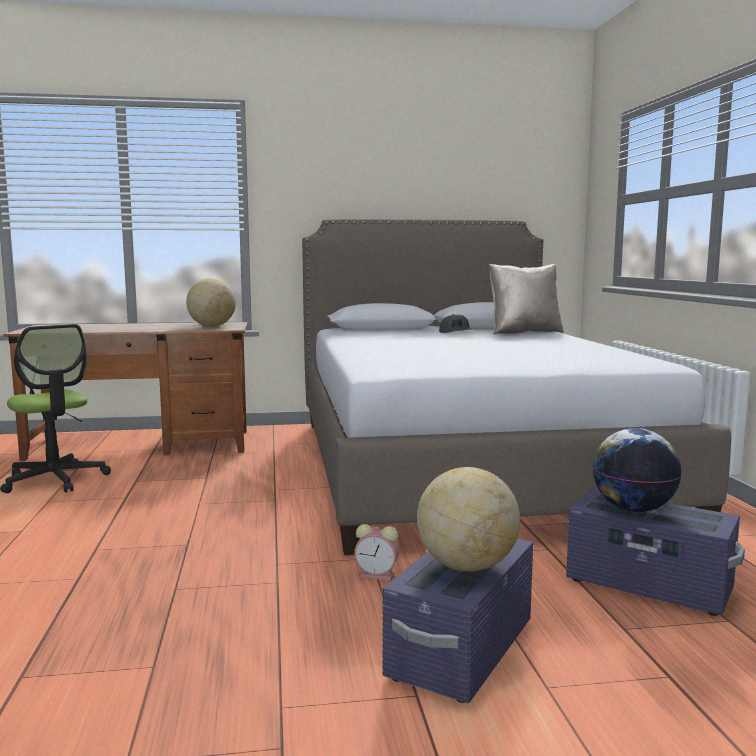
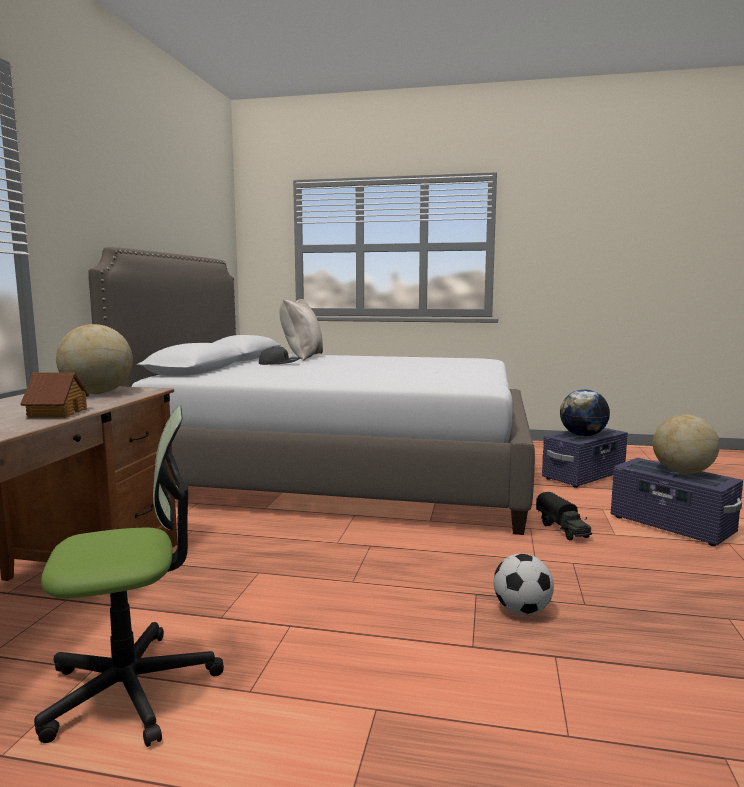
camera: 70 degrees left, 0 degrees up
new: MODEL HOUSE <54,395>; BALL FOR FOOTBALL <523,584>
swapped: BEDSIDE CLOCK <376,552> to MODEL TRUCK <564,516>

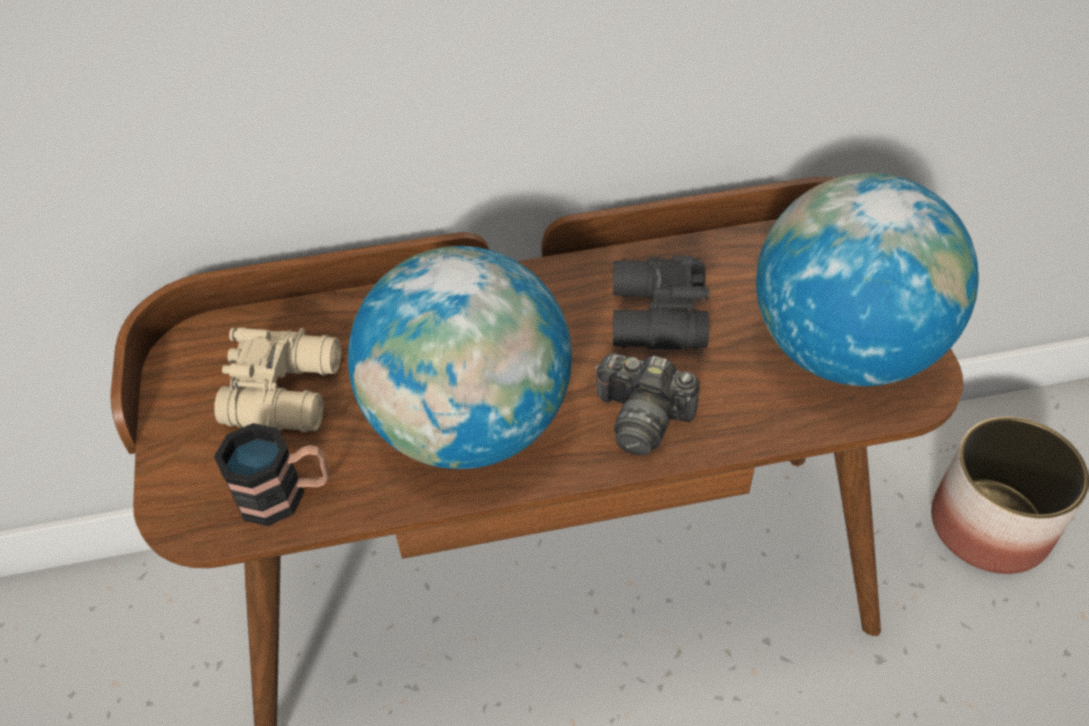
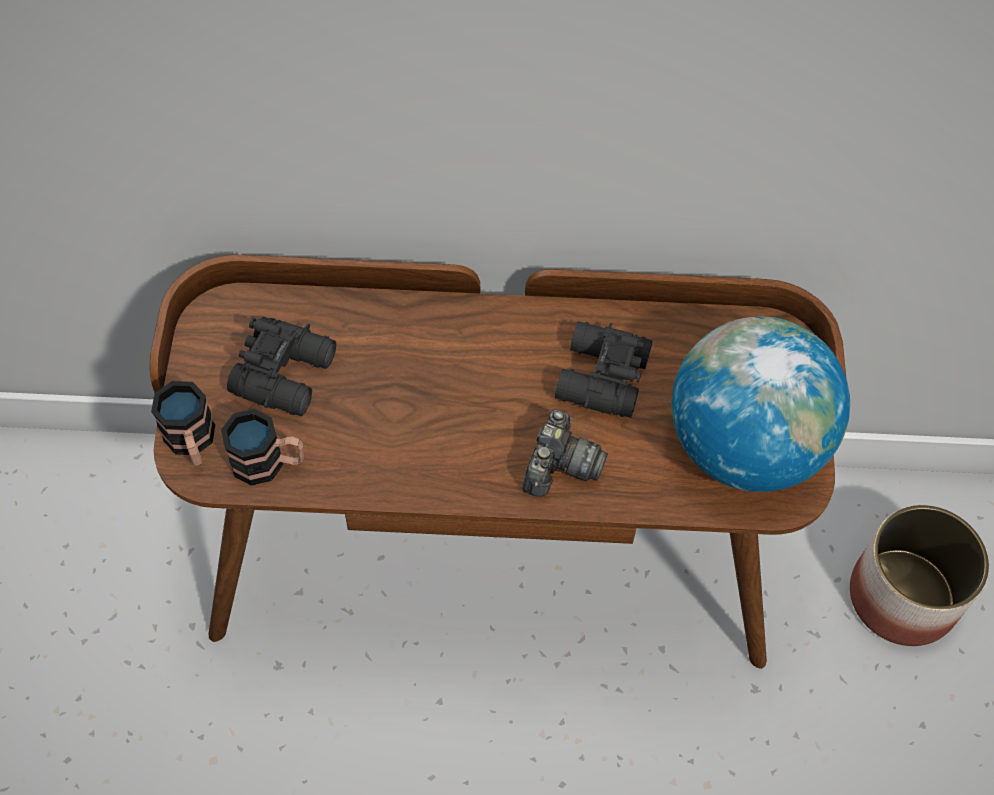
camera: 10 degrees right, 10 degrees up
gone: DESK GLOBE <460,357>
new: TEA MUG <183,423>
repainted: BEIGE-COLOURED PAIR OF BINOCULARS <277,379> to BLACK PAIR OF BINOCULARS <281,366>
rotated: STILL CAMERA <647,404> = <565,453> 105 degrees counterclockwise

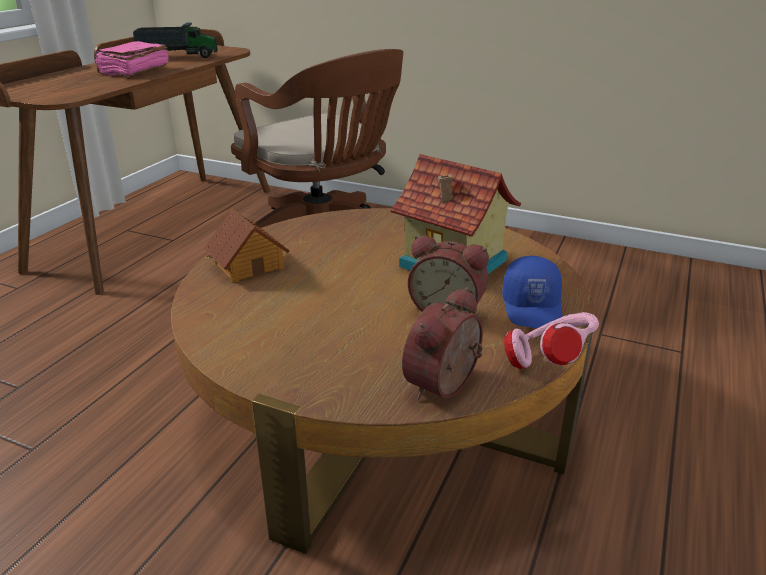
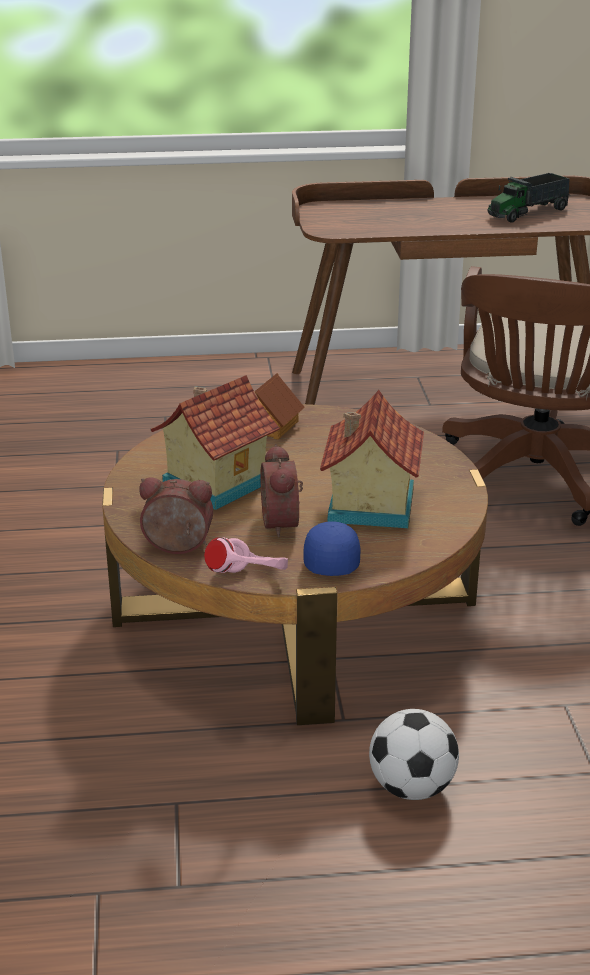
camera: 60 degrees right, 0 degrees up
gone: PINKISH VOLUME <131,59>
new: MODEL HOUSE <215,442>; BALL FOR FOOTBALL <414,754>
rotated: BLUE PEAKED CAP <532,292> = <332,548> 120 degrees clockwise; MODEL TRUCK <175,40> = <528,198> 90 degrees clockwise

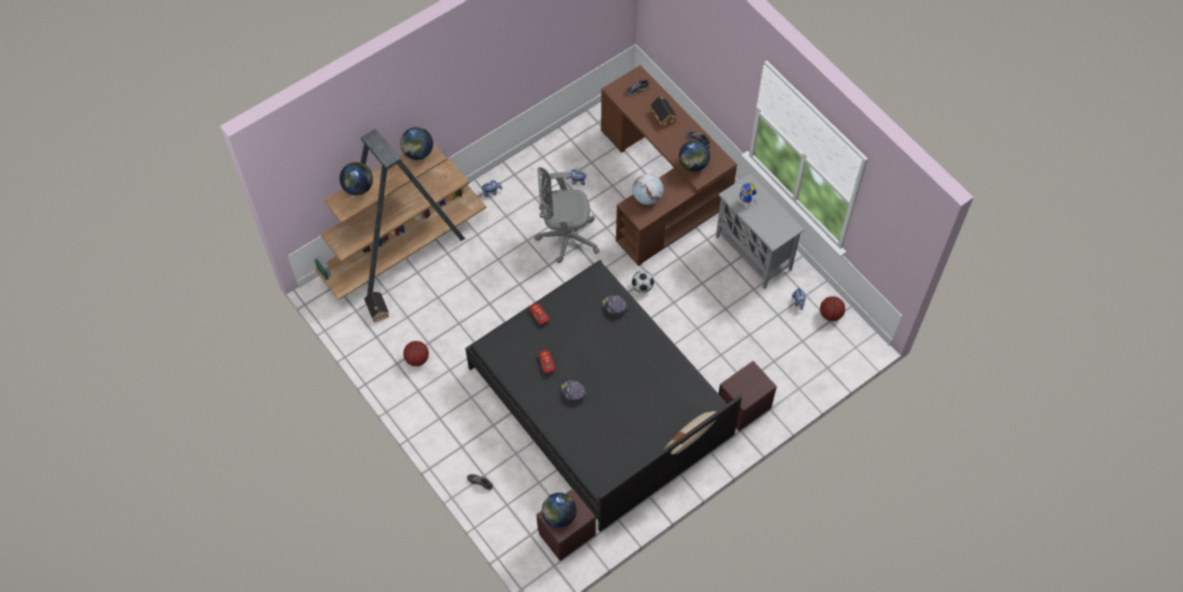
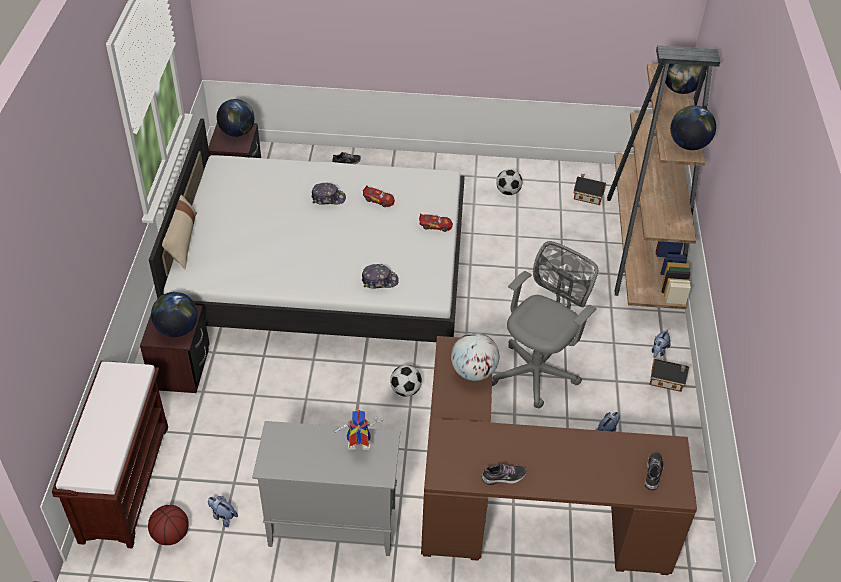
camera: 130 degrees right, 15 degrees down
new: BROWN-COLOURED BENCH <110,455>
shifted: DESK GLOBE <694,155> to <174,314>; MODEL HOUSE <663,112> to <669,375>
swapped: BASKETBALL BALL <416,353> to BALL FOR FOOTBALL <509,182>
repainted: BLACK BED <603,396> to WHITE-COLOURED BED <307,230>

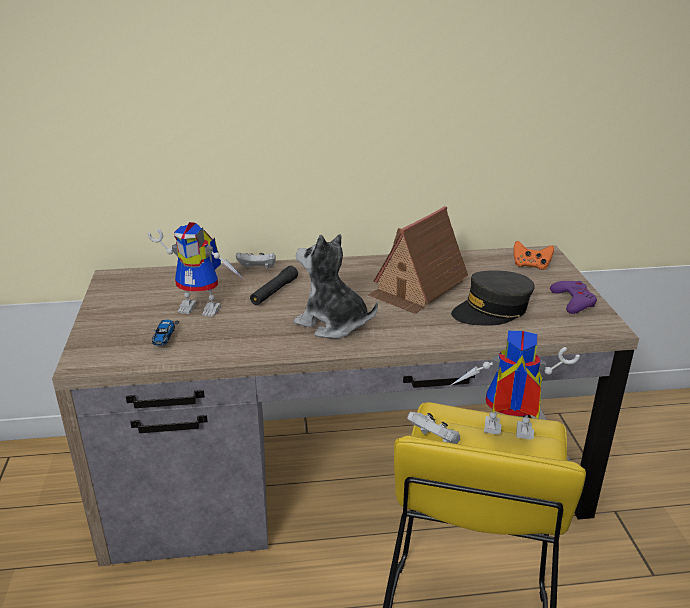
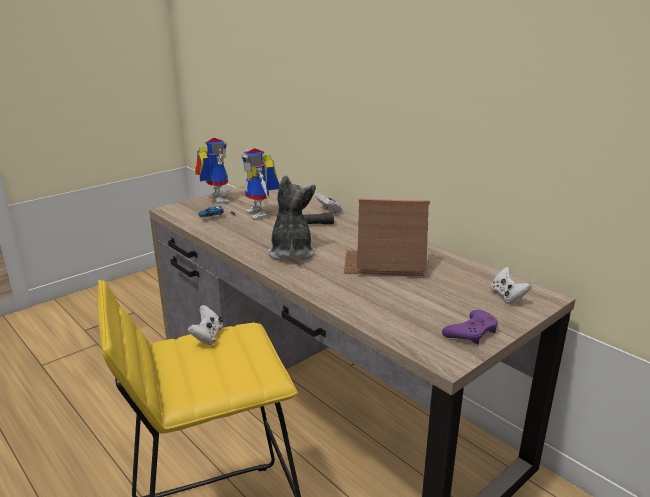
camera: 55 degrees right, 5 degrees down
gone: GREYISH PEAKED CAP <493,298>
shifted: ROBOT FIGURE <515,385> to <212,171>
repainted: ORANGE-COLOURED GAMEPAD <534,255> to WHITE-COLOURED GAMEPAD <511,285>

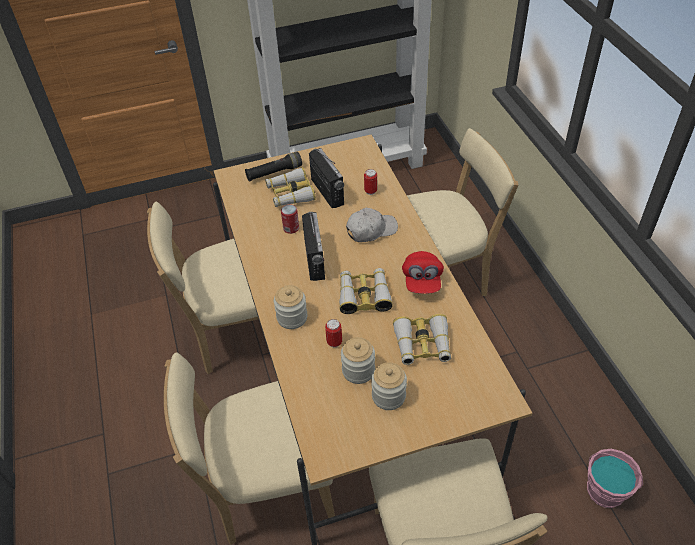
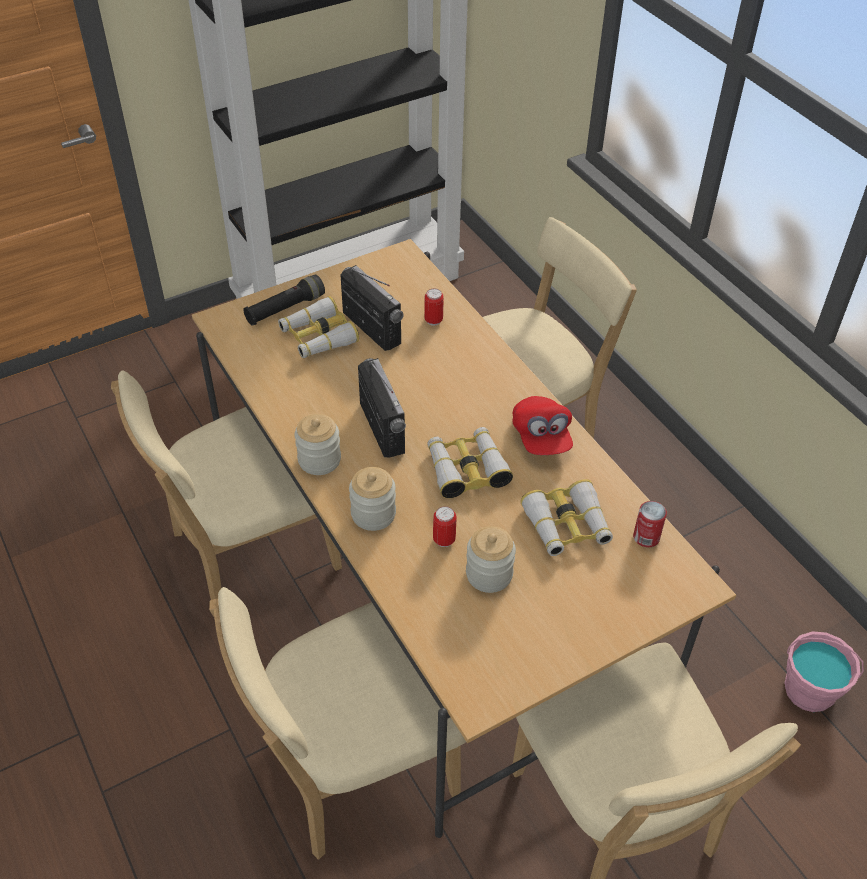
camera: 15 degrees left, 0 degrees up
gone: WHITE-COLOURED PEAKED CAP <372,225>
shifted: STORAGE JAR <389,386> to <318,444>; CAN <290,219> to <650,524>

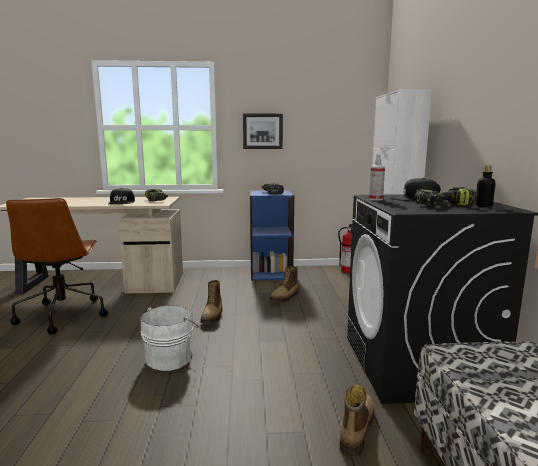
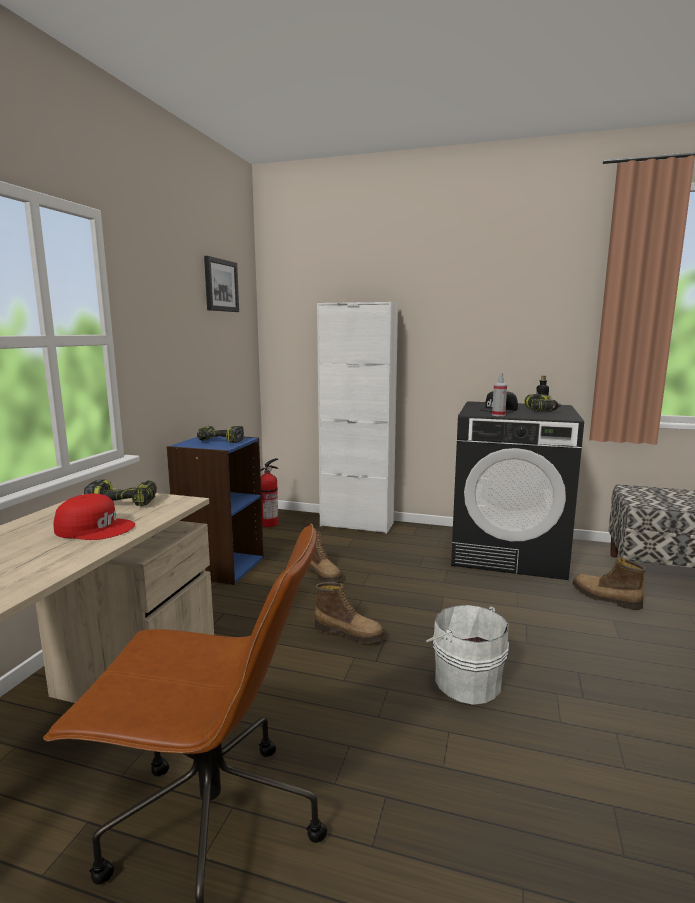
camera: 70 degrees left, 0 degrees up
shifted: WALL ART <263,131> to <221,284>
repainted: BLACK PEAKED CAP <122,196> to REDDISH PEAKED CAP <94,517>

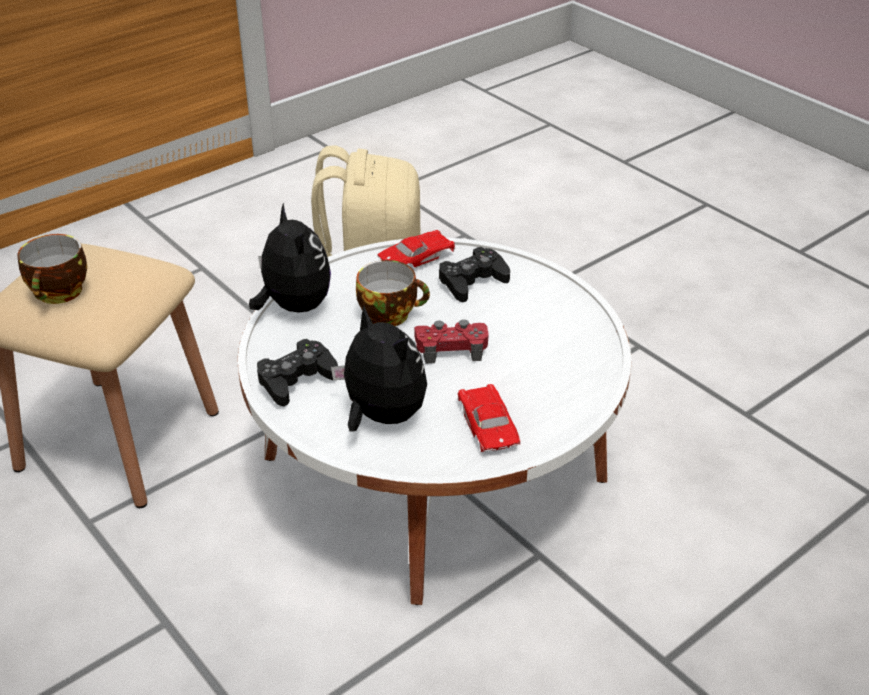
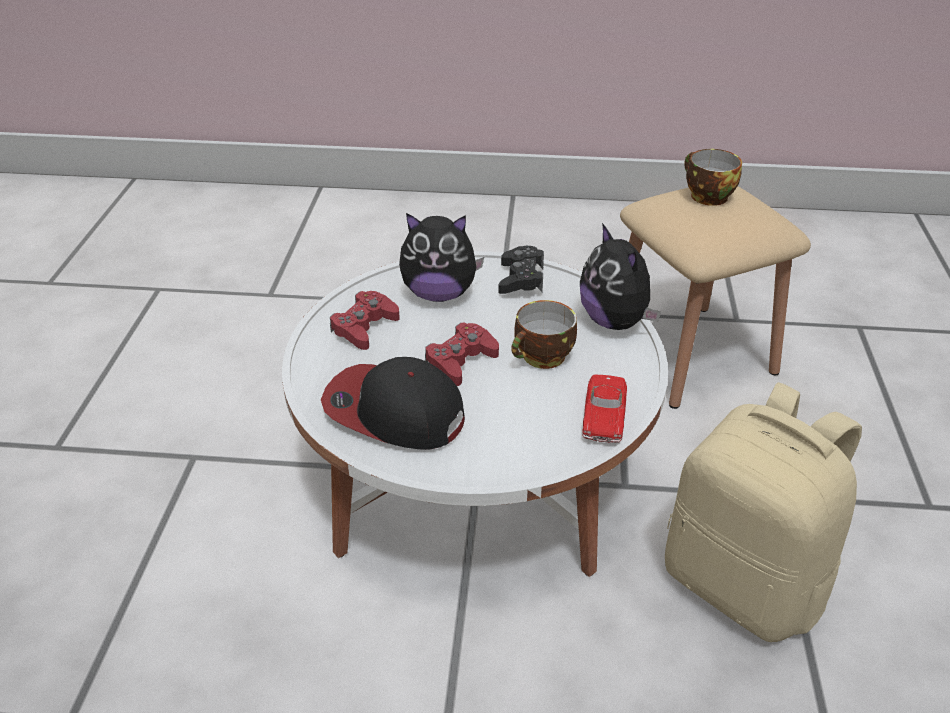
camera: 135 degrees right, 0 degrees up
gone: BLACK GAMEPAD <474,274>
new: PEAKED CAP <393,403>
swapped: REDDISH MODEL CAR <489,418> to REDDISH GAMEPAD <365,320>
rotated: CUDDLY TOY <290,258> = <620,276> 45 degrees clockwise

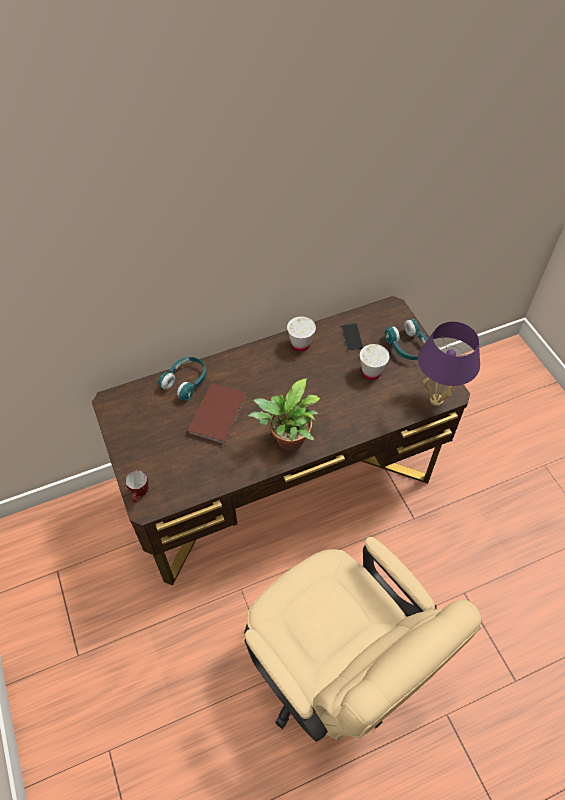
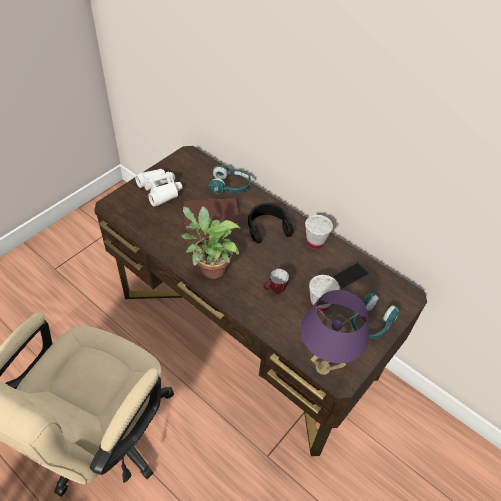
camera: 60 degrees right, 5 degrees down
new: WHITE-COLOURED PAIR OF BINOCULARS <159,188>; BLACK HEADSET <271,223>
shifted: TEA MUG <136,486> to <276,281>

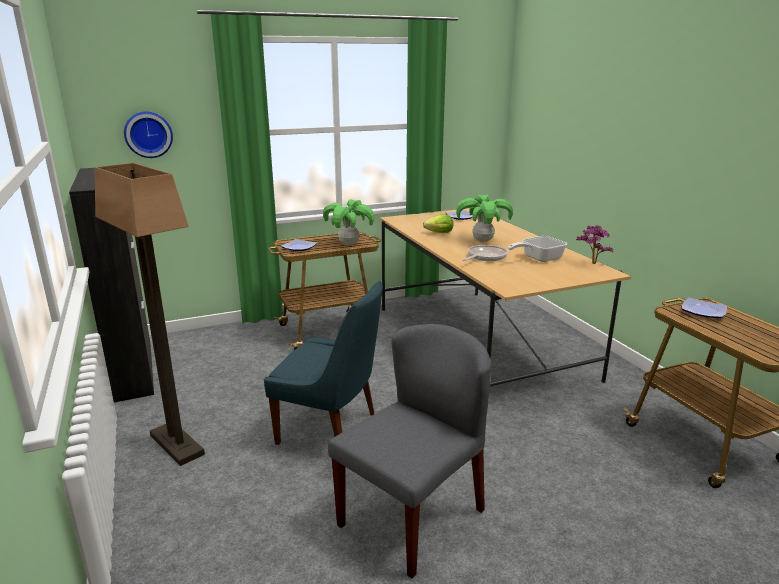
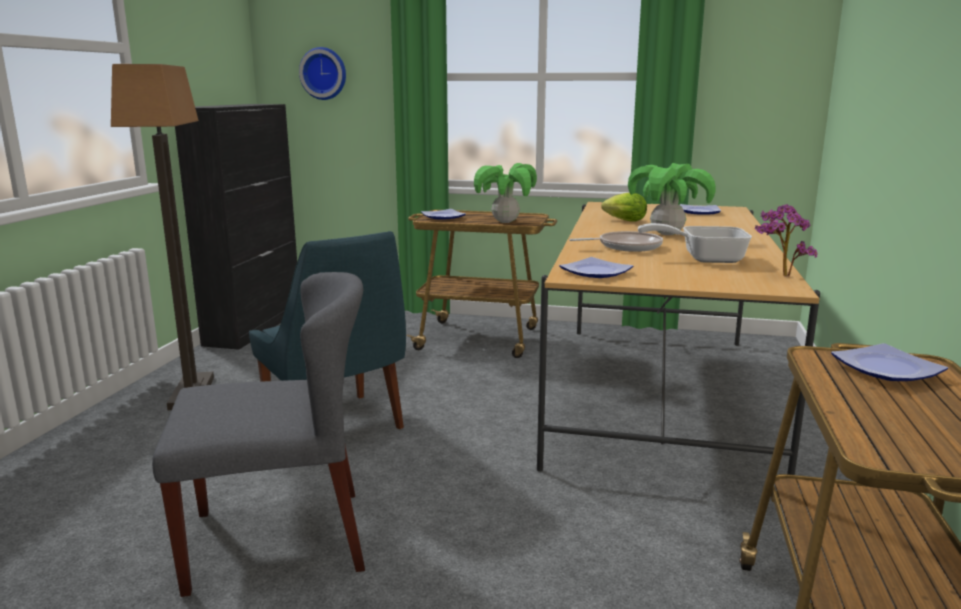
camera: 35 degrees right, 5 degrees down
new: FLAT DISH <596,267>

